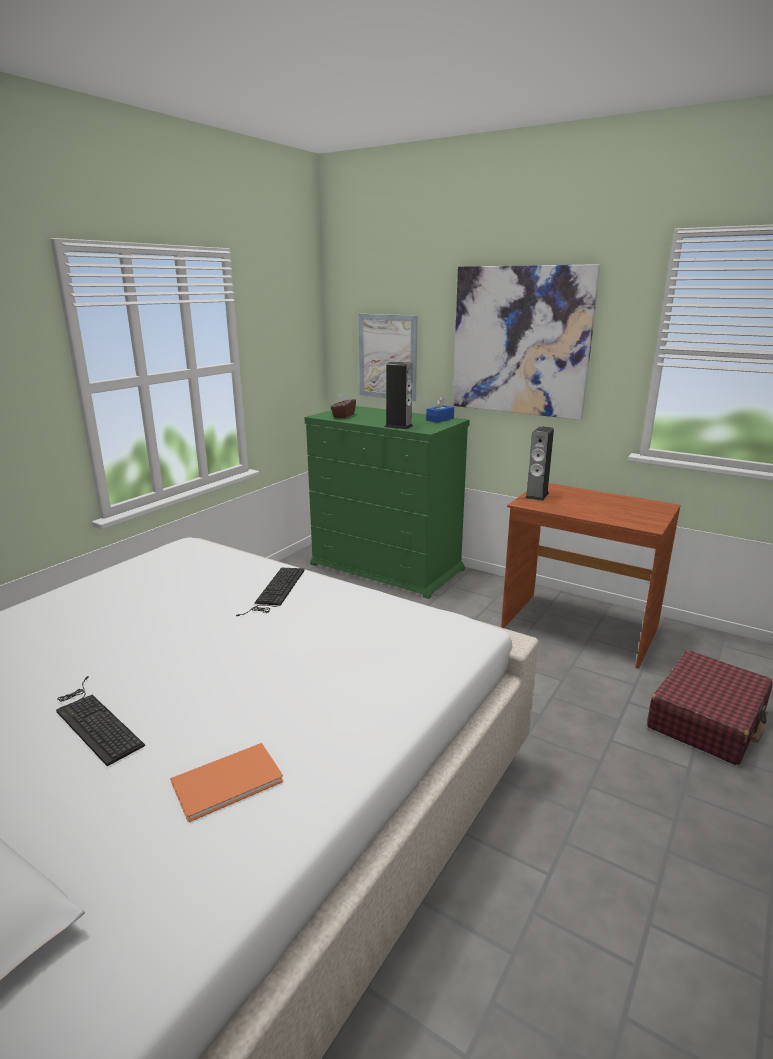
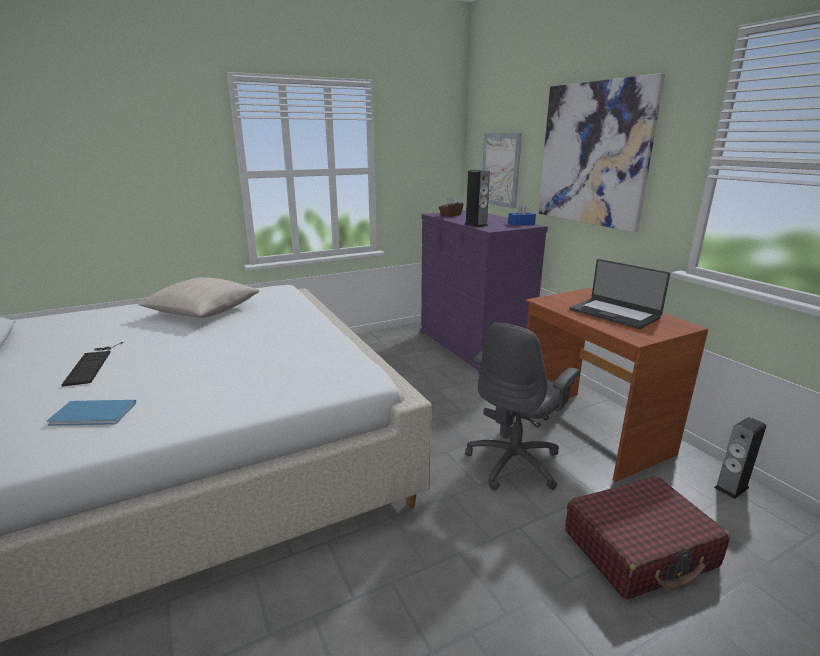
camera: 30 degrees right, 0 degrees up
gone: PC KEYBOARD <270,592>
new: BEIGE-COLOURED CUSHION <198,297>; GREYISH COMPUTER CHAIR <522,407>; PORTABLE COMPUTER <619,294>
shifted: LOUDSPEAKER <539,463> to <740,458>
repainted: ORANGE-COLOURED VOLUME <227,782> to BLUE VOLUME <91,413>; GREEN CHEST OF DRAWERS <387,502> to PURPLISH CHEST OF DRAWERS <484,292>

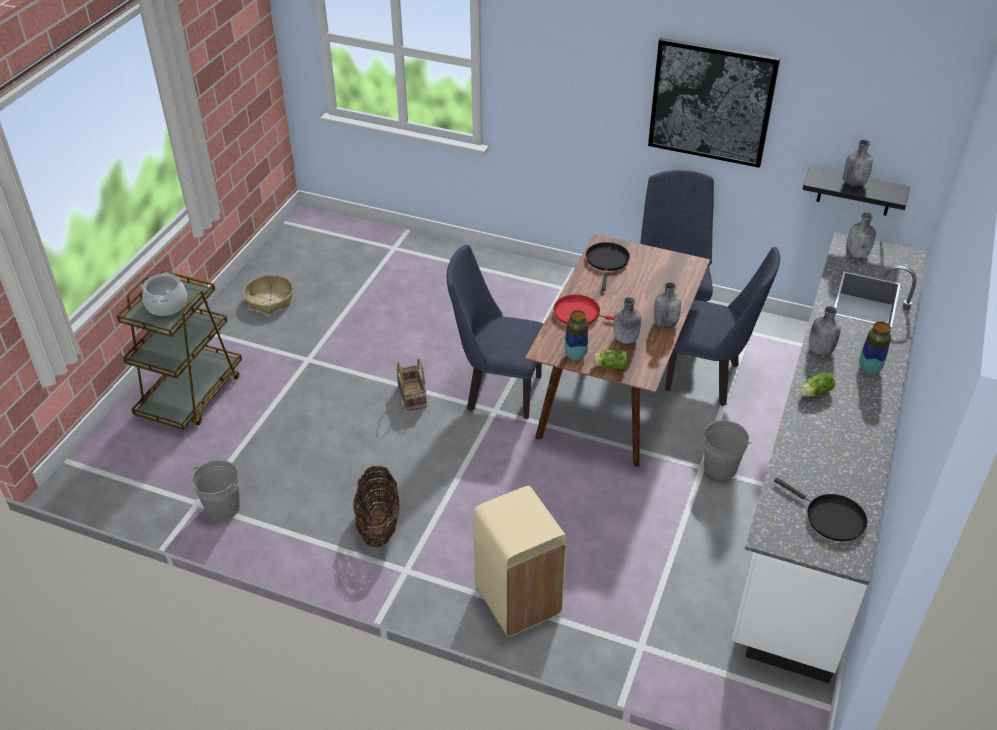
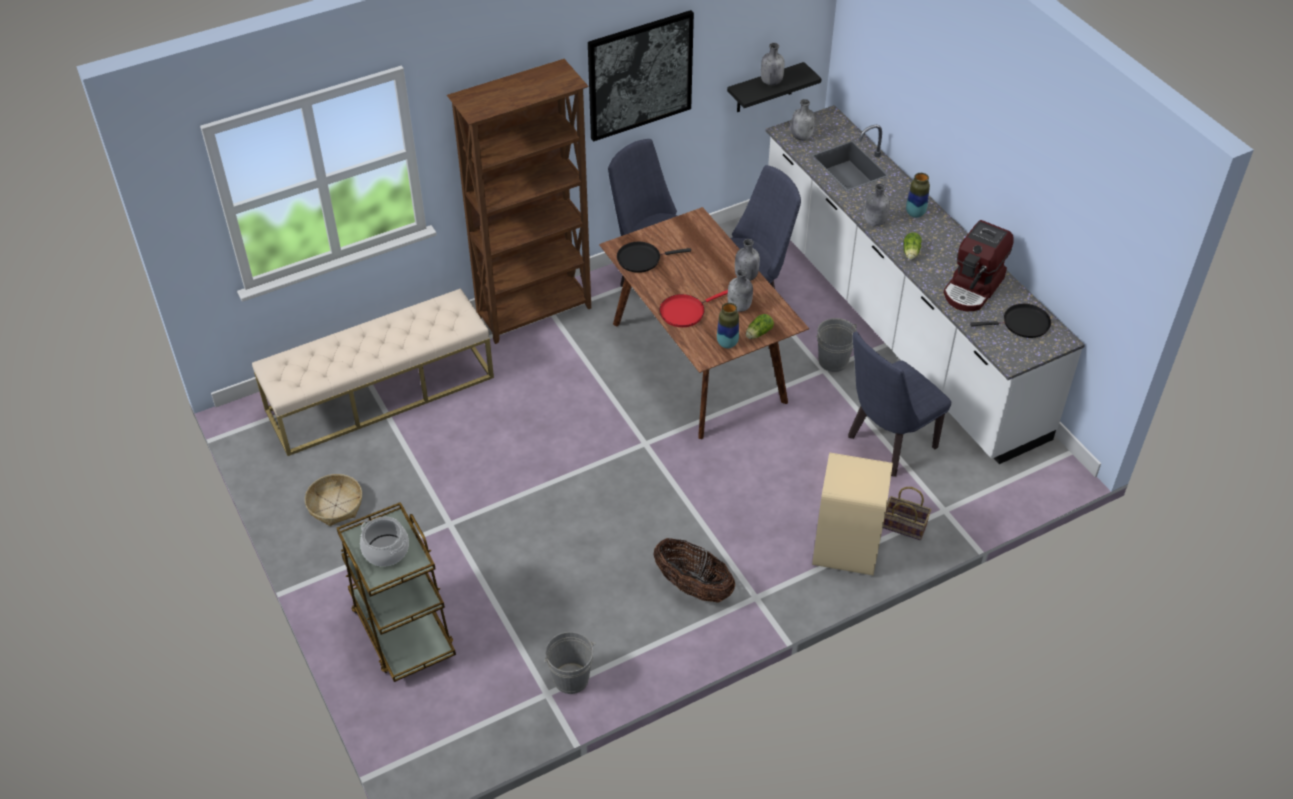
camera: 50 degrees left, 5 degrees up
new: BEIGE-COLOURED BENCH <373,372>; BROWN-COLOURED BOOKCASE <519,201>; COFFEE MAKER <978,265>
shifted: BLUE UPRIGHT CHAIR <495,331> to <899,404>; STORAGE BASKET <411,384> to <907,513>
rotated: BLACK PAN <608,266> = <654,257> 60 degrees counterclockwise

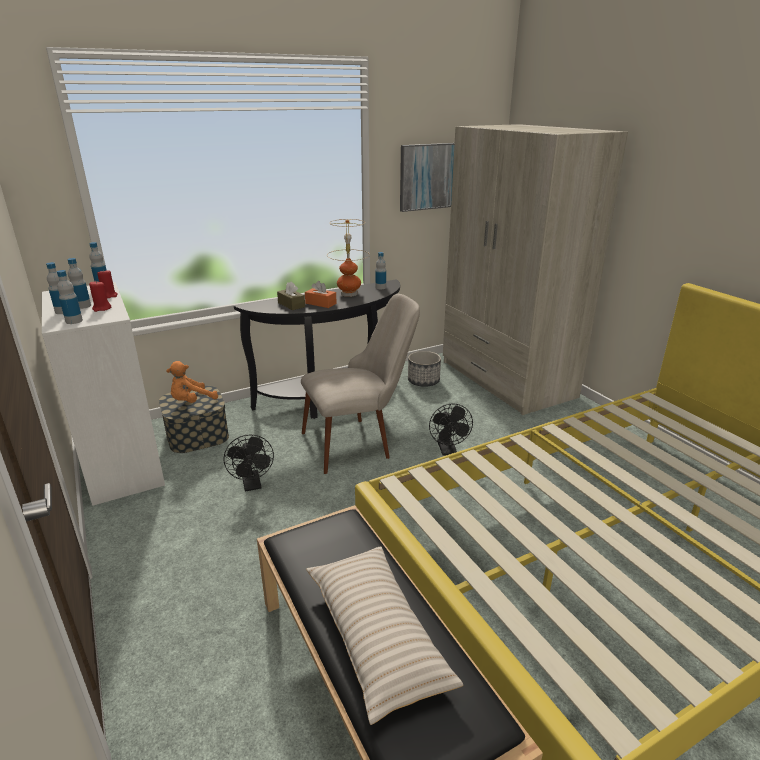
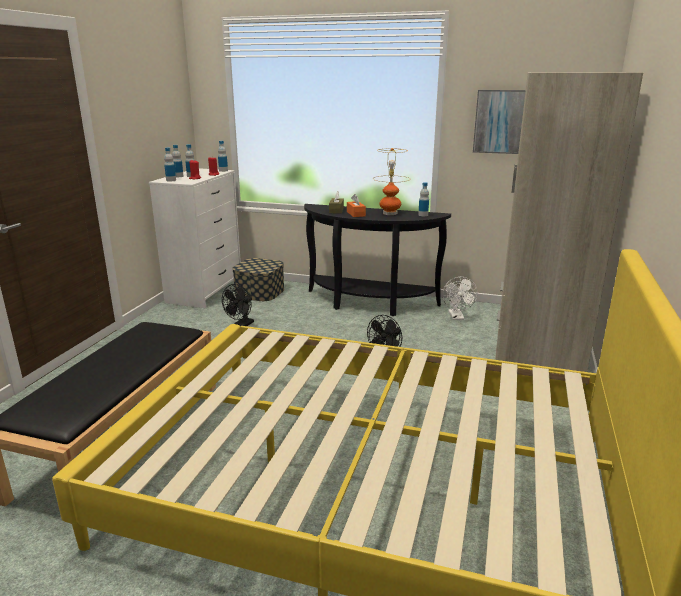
camera: 45 degrees right, 5 degrees down
gone: ORANGE-COLOURED CUDDLY TOY <192,382>; BEIGE-COLOURED UPRIGHT CHAIR <360,384>; BEIGE-COLOURED CUSHION <385,635>
swapped: FLOWER POT <424,369> to WHITE-COLOURED FAN <460,298>

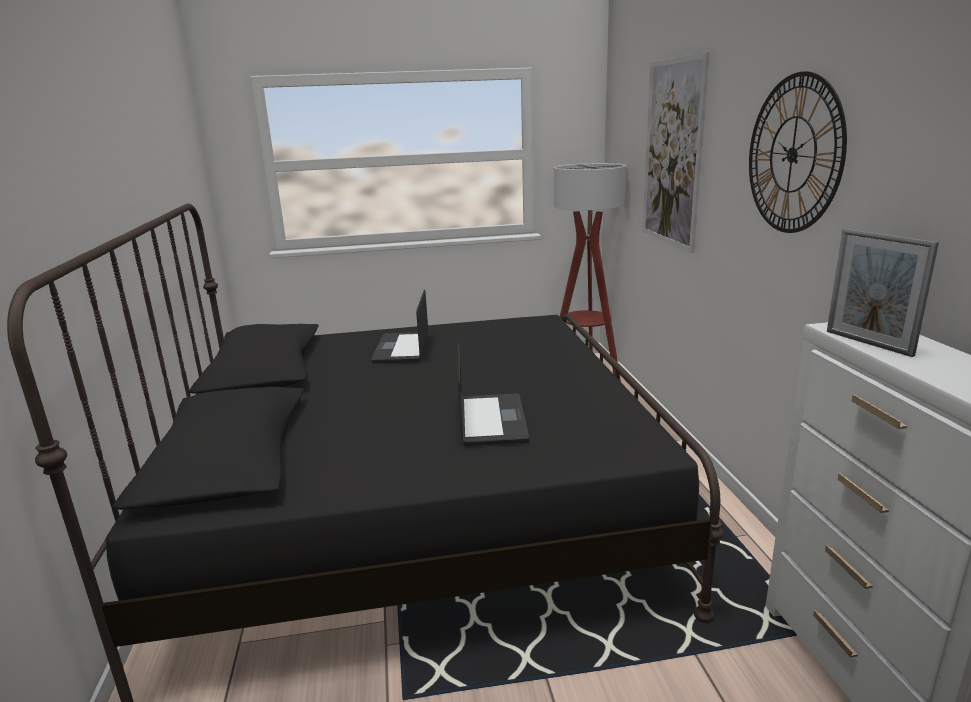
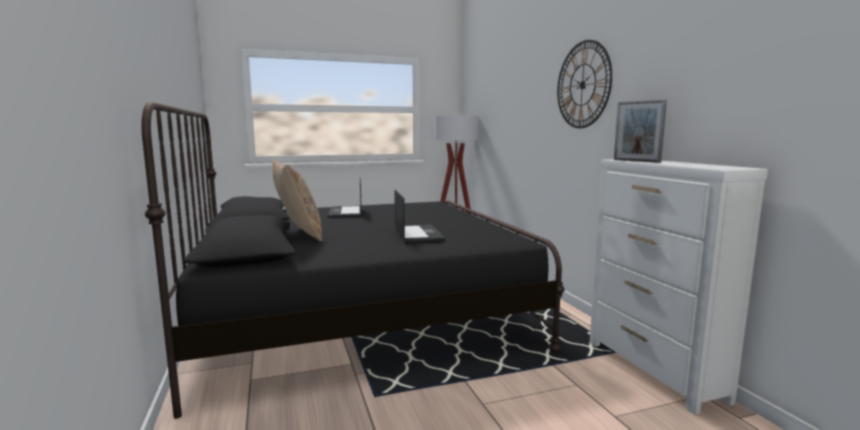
camera: 10 degrees left, 10 degrees down
gone: WALL ART <676,152>
new: BEIGE-COLOURED CUSHION <297,201>

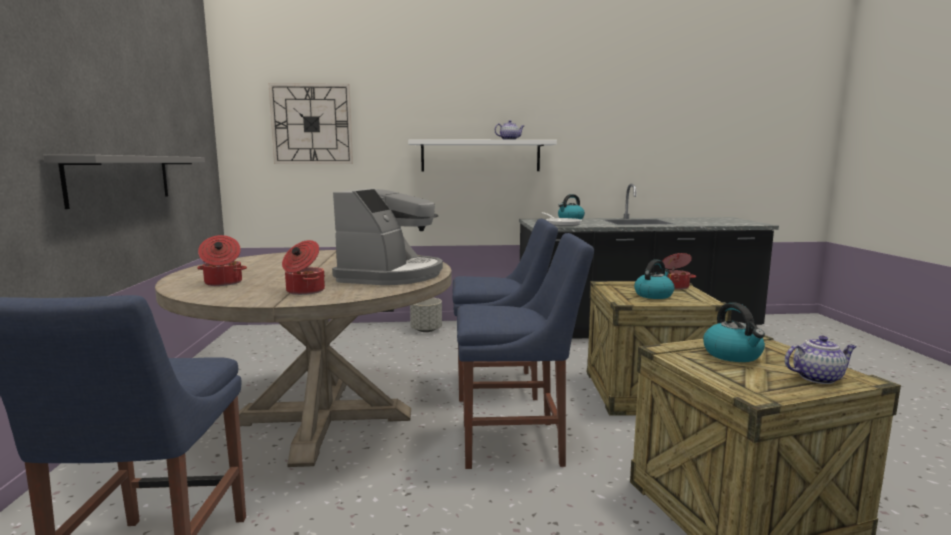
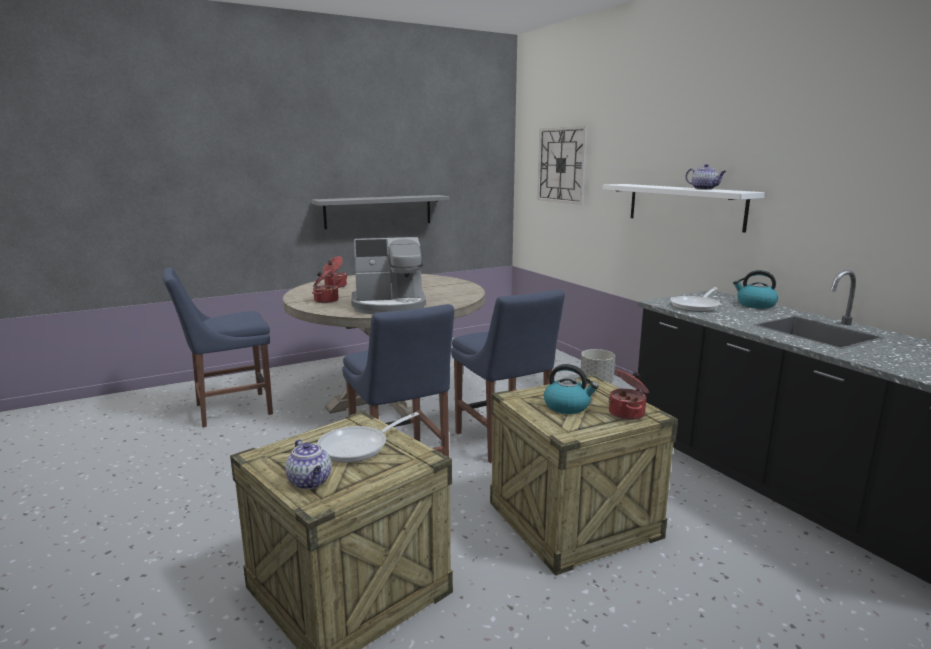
camera: 65 degrees right, 5 degrees up
swapped: KETTLE <734,332> to PAN <368,437>

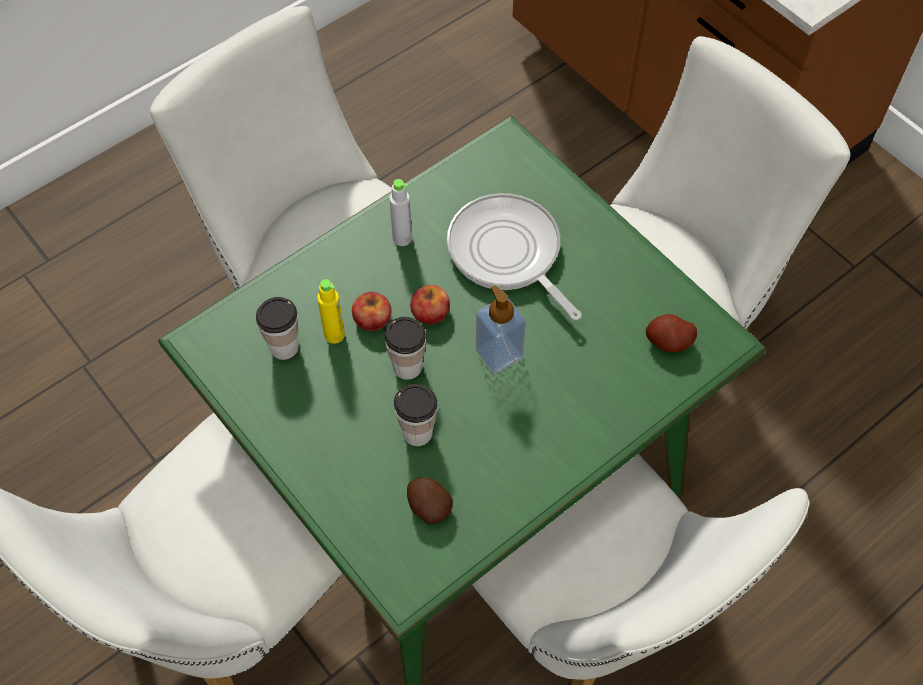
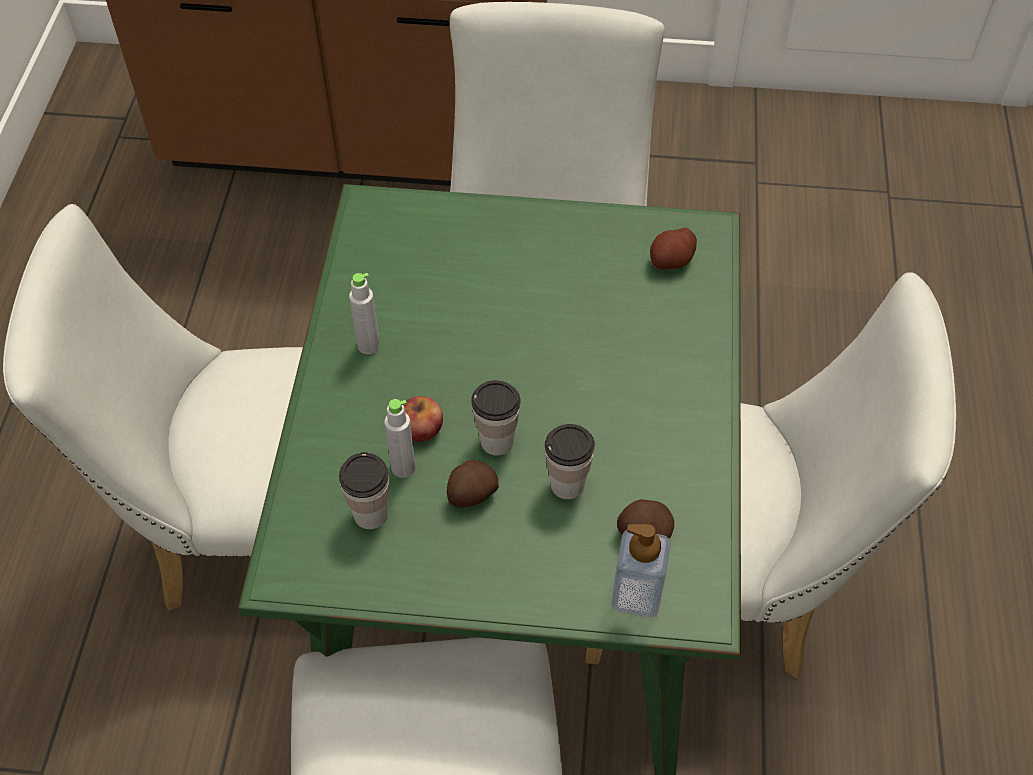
camera: 45 degrees left, 5 degrees down
gone: APPLE FRUIT <430,304>; PAN <514,256>
new: WHOLE POTATO <473,484>
shifted: SOAP DISPENSER <501,329> to <641,571>
repainted: YELLOW-COLOURED BOTTLE <331,311> to GREYISH BOTTLE <400,438>

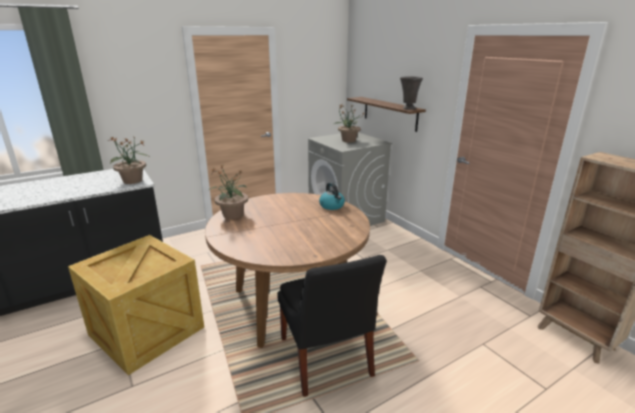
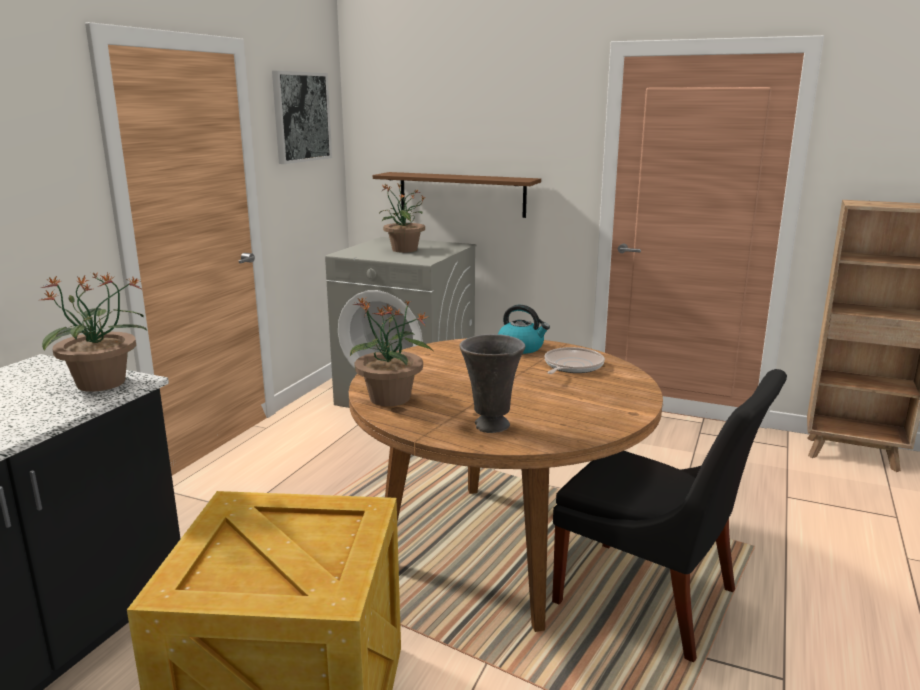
camera: 35 degrees left, 5 degrees down
new: WALL ART <302,117>; PAN <574,360>
shifted: GREYISH DECORATIVE VASE <411,92> to <492,383>

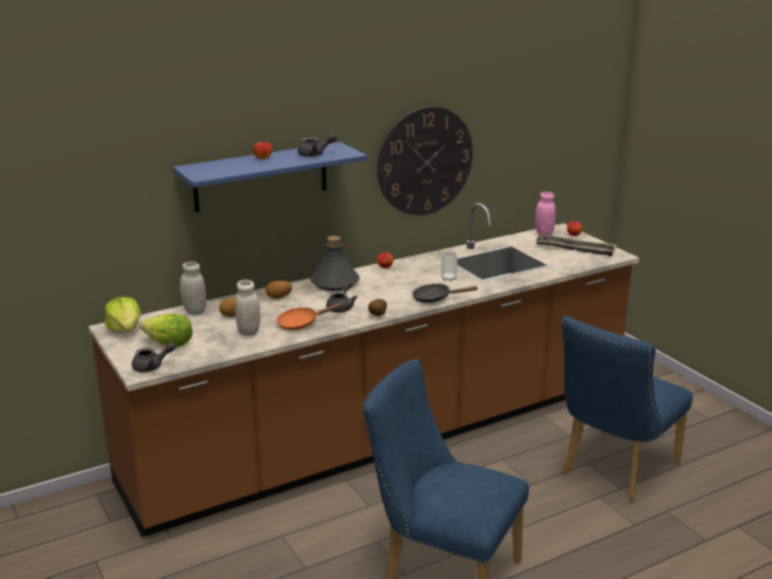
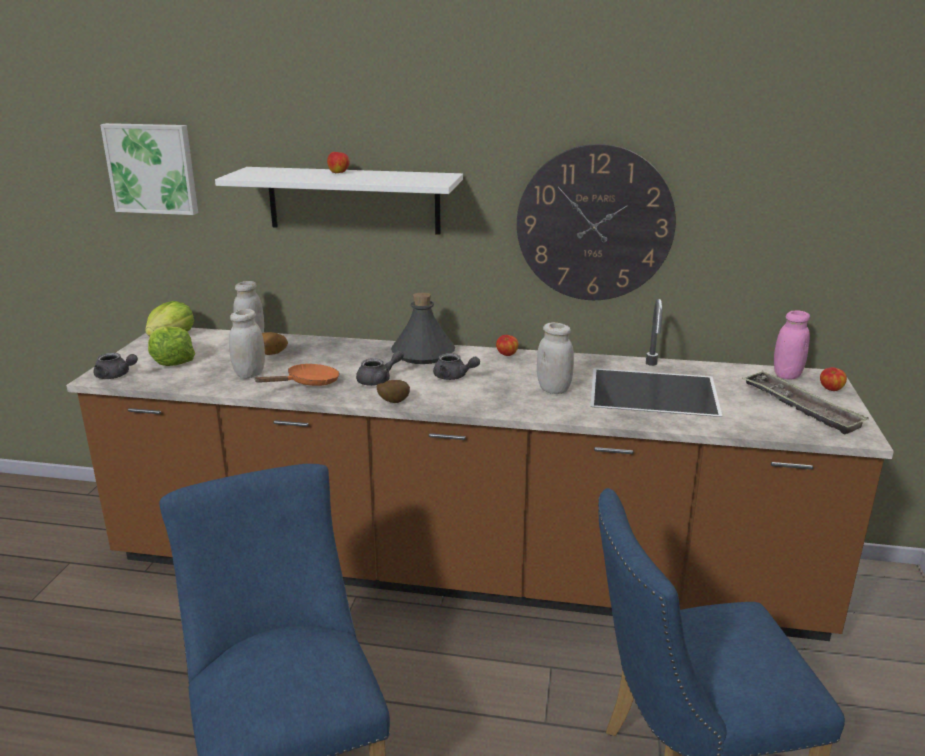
camera: 40 degrees right, 0 degrees up
gone: WHOLE POTATO <278,289>; BLACK PAN <445,293>
new: WALL ART <149,169>
shifted: GREYISH TEAPOT <317,145> to <456,366>
swapped: SMALL CUP <449,266> to WHITE-COLOURED STORAGE JAR <555,358>
repainted: BLUE BRACKET SHELF <270,177> to WHITE-COLOURED BRACKET SHELF <339,201>
rotated: ORANGE-COLOURED PAN <310,316> = <297,375> 120 degrees clockwise

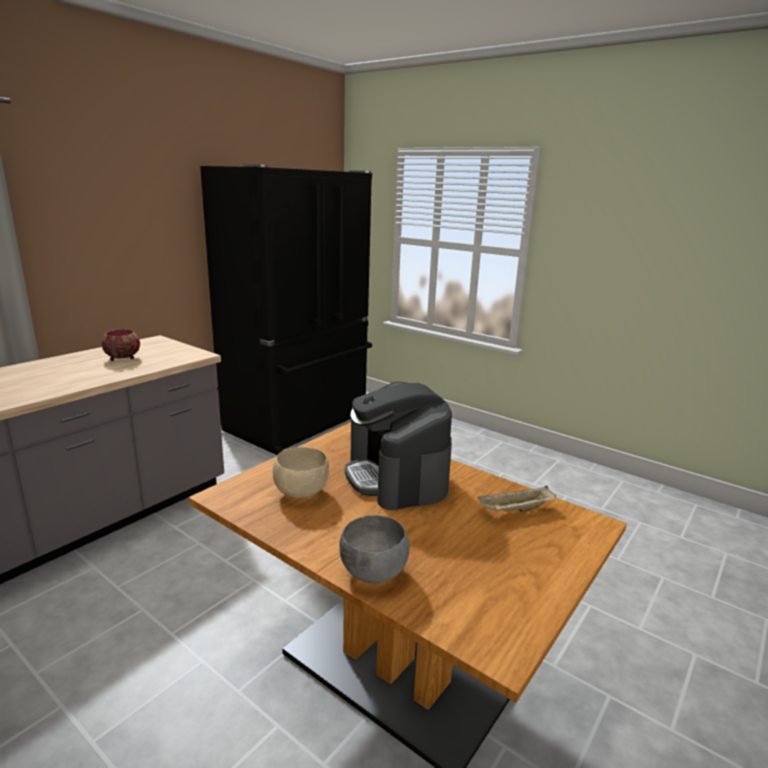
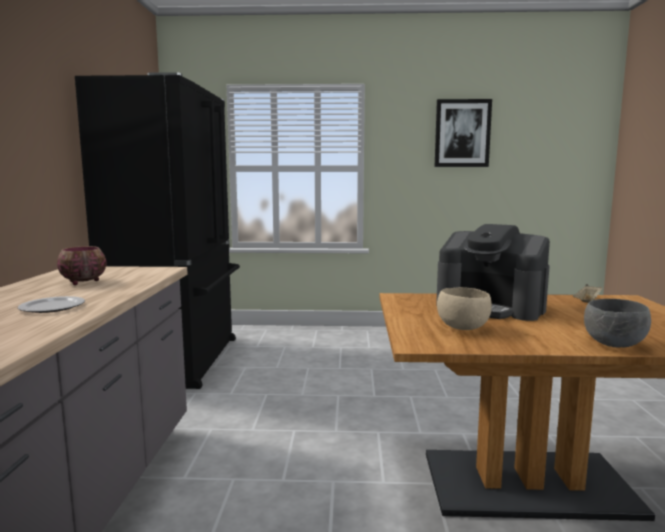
camera: 35 degrees left, 10 degrees down
new: FLAT DISH <51,304>; WALL ART <463,133>

